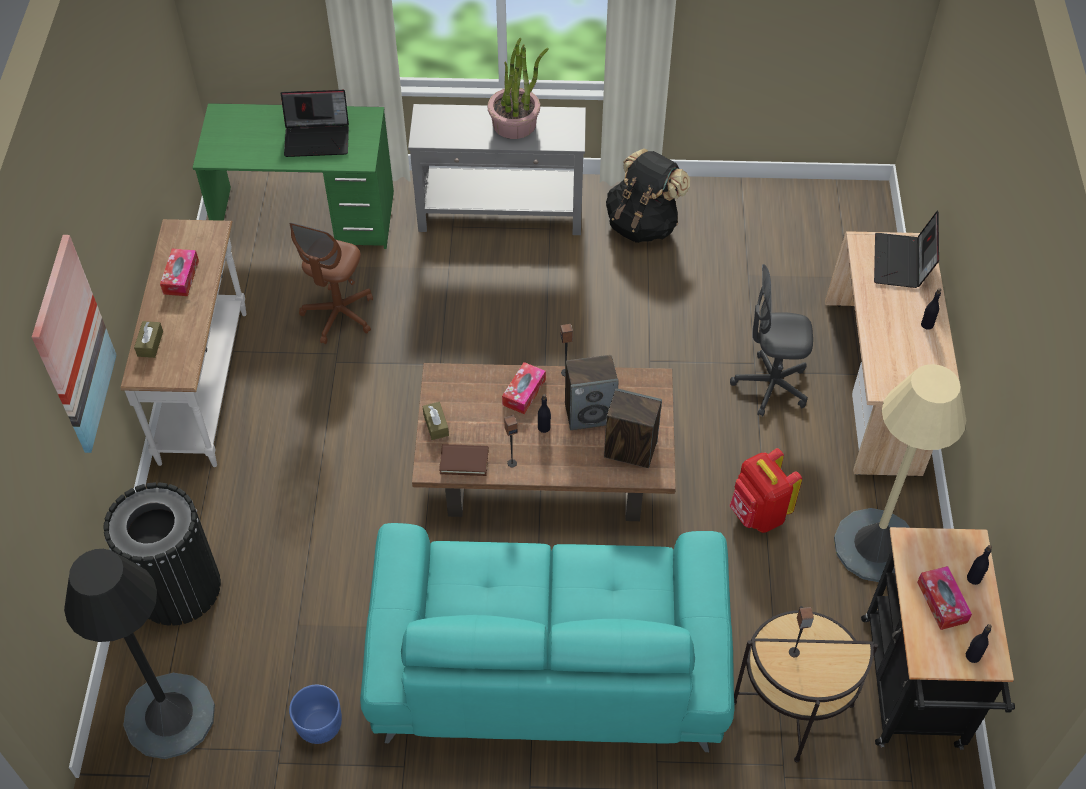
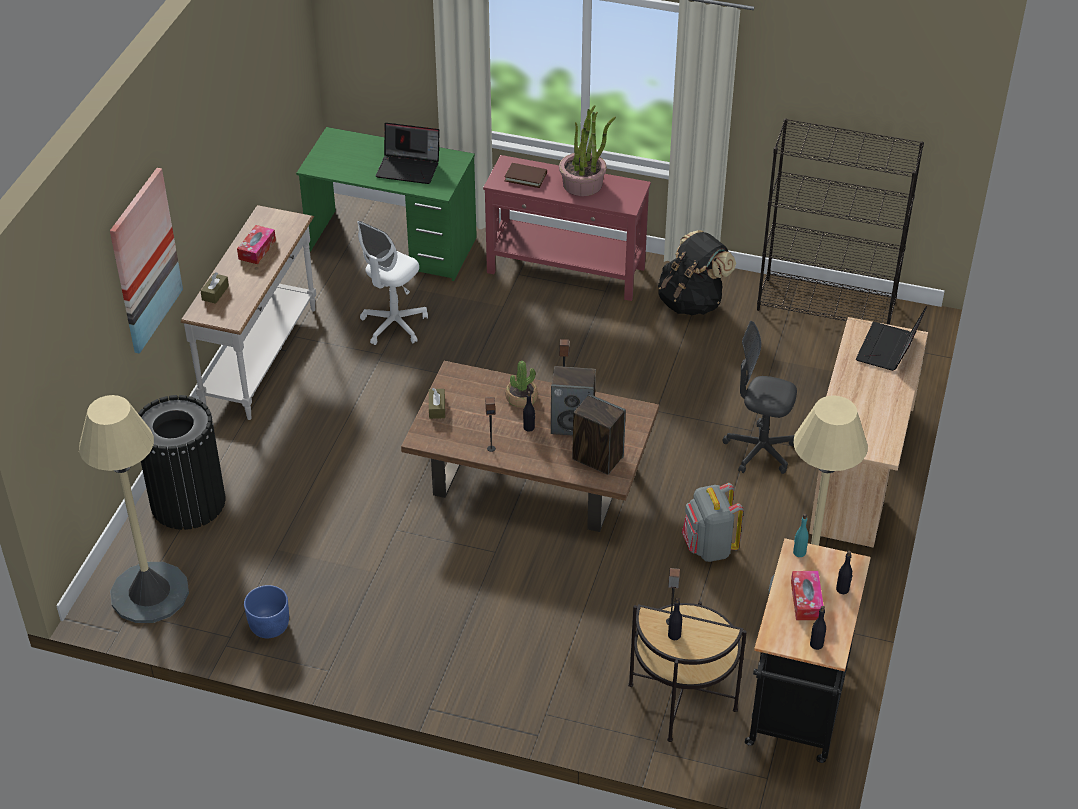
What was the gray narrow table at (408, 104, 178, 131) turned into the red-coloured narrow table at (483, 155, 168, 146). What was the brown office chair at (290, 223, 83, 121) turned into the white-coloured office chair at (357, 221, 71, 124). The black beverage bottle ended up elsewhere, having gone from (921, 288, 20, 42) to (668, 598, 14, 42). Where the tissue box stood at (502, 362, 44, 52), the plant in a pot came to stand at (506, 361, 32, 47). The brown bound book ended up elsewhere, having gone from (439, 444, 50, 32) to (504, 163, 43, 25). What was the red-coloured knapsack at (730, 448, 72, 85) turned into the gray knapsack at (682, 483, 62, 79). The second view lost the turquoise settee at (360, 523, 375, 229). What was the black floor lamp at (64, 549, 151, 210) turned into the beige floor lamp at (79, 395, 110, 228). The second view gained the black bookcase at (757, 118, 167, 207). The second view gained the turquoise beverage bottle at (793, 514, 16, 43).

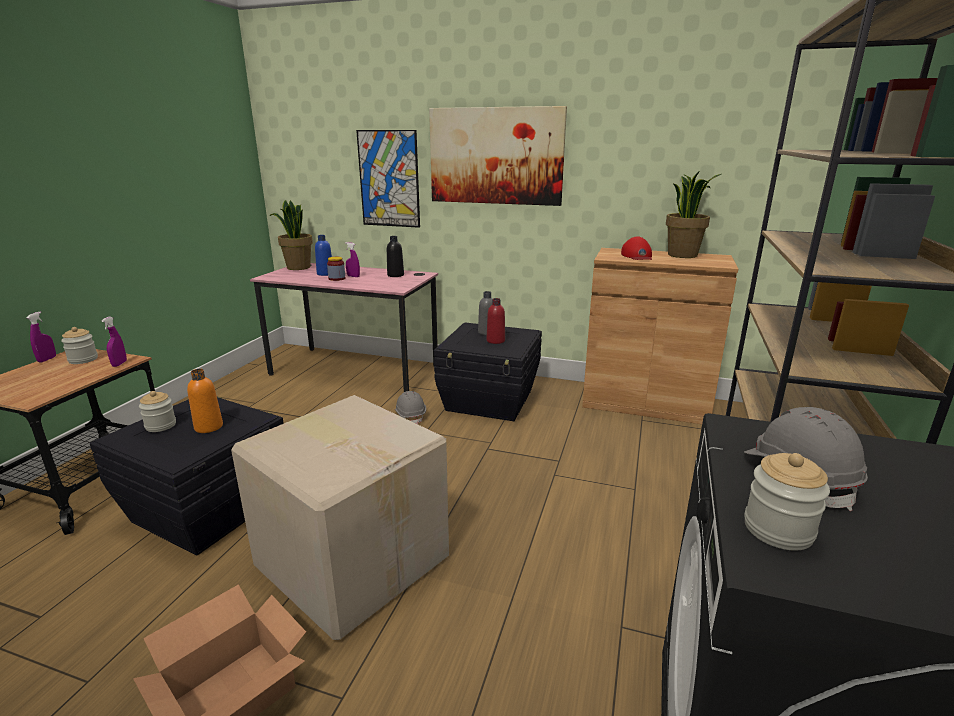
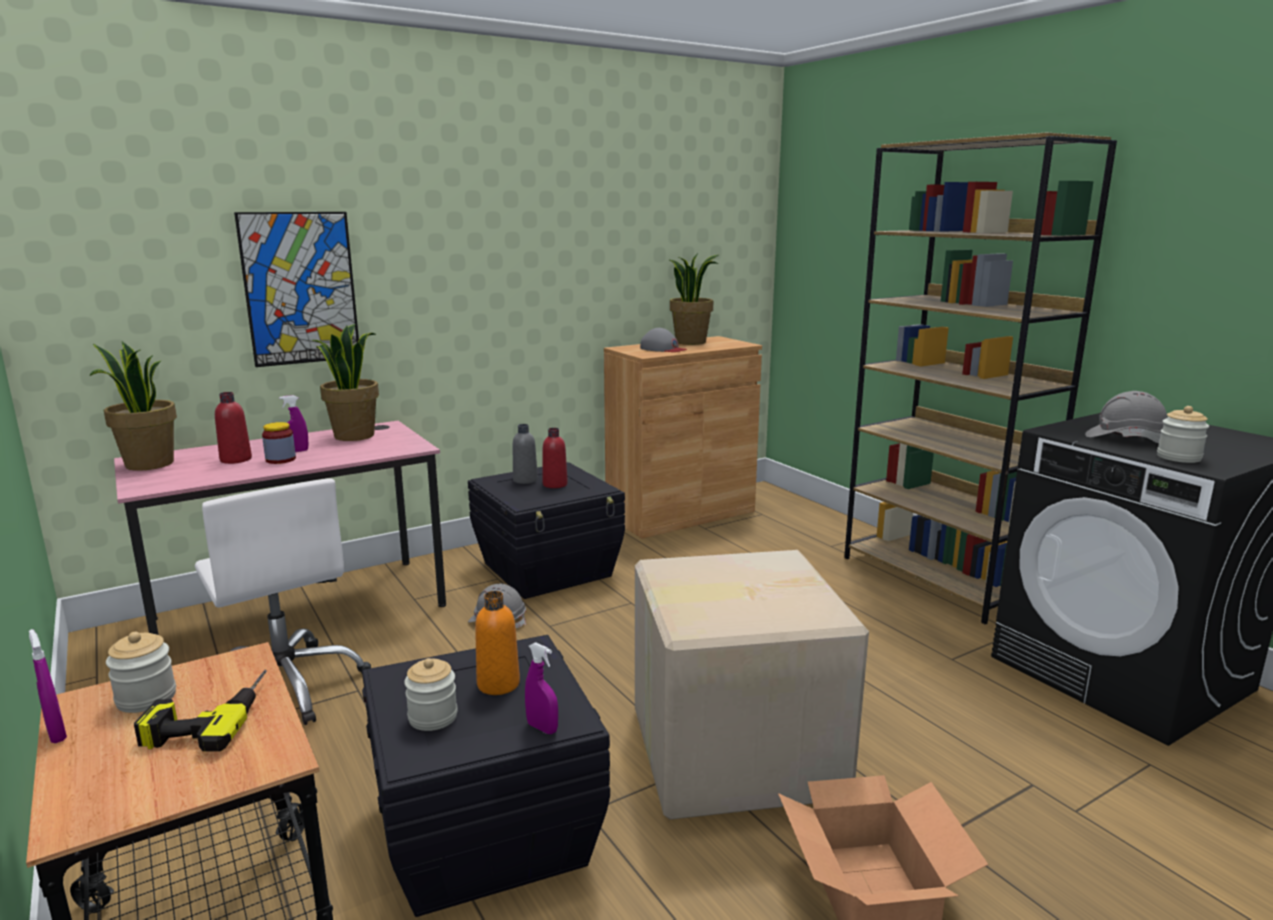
The second view lost the picture at (429, 106, 138, 100). What was the blue-coloured beverage bottle at (315, 235, 17, 41) turned into the red-coloured beverage bottle at (215, 392, 37, 72). Where the black beverage bottle stood at (387, 236, 17, 41), the plant in a pot came to stand at (313, 324, 66, 117). What was the red-coloured cap at (621, 236, 31, 24) turned into the gray cap at (640, 328, 47, 24). The purplish hand sprayer ended up elsewhere, having gone from (102, 316, 25, 51) to (525, 642, 33, 92). The second view gained the white-coloured office chair at (195, 478, 176, 247). The second view gained the electric drill at (134, 670, 133, 82).

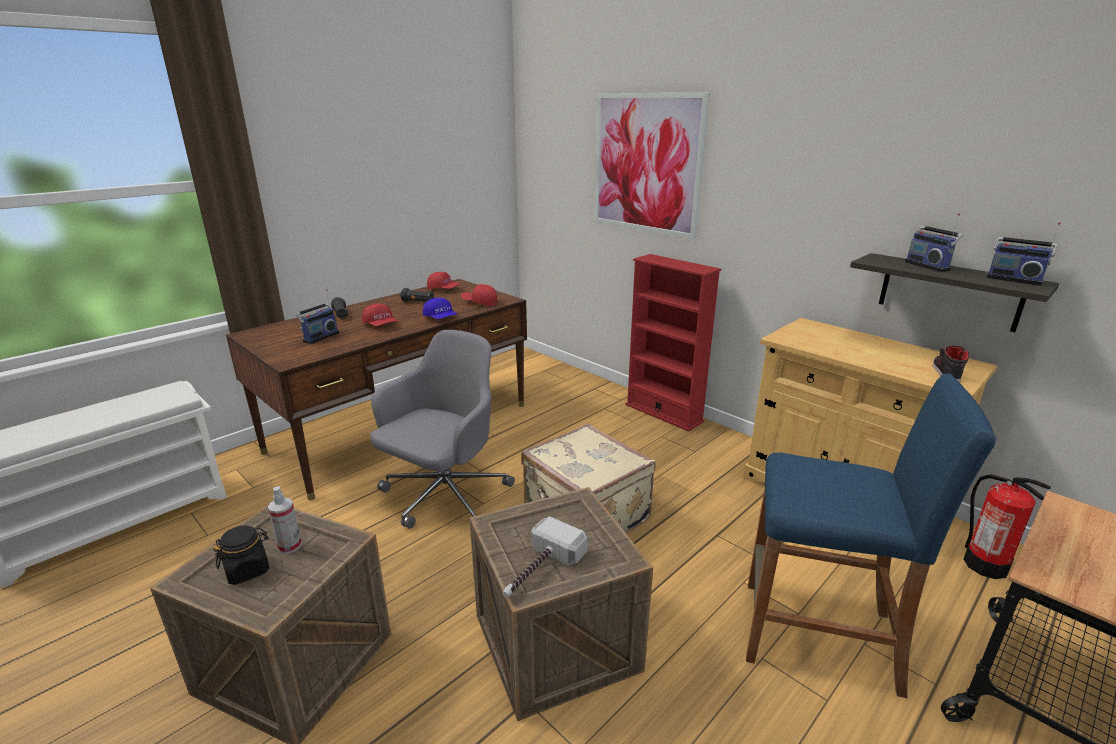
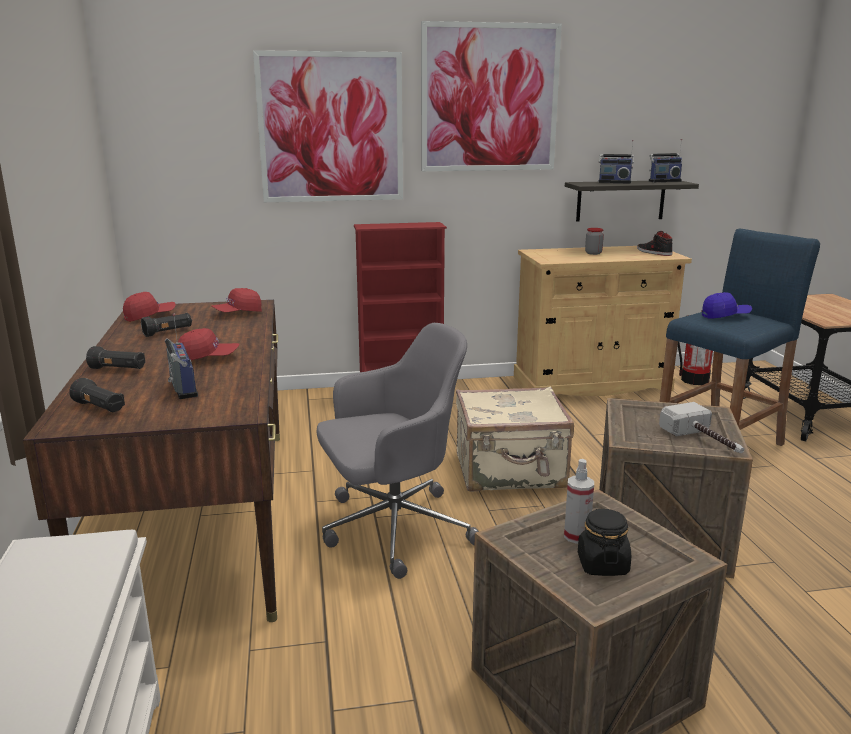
The blue-coloured cap ended up elsewhere, having gone from (423, 298, 35, 21) to (702, 292, 50, 27). The gray office chair at (370, 330, 145, 199) ended up facing another way, 90 degrees clockwise from before. The second view gained the picture at (421, 21, 141, 150). The second view gained the jar at (585, 228, 19, 27). The second view gained the black torch at (69, 378, 56, 34).

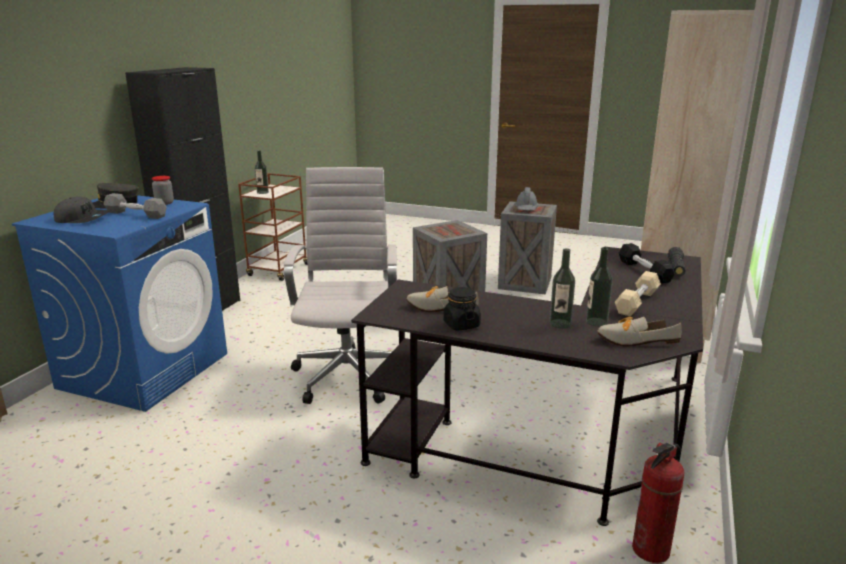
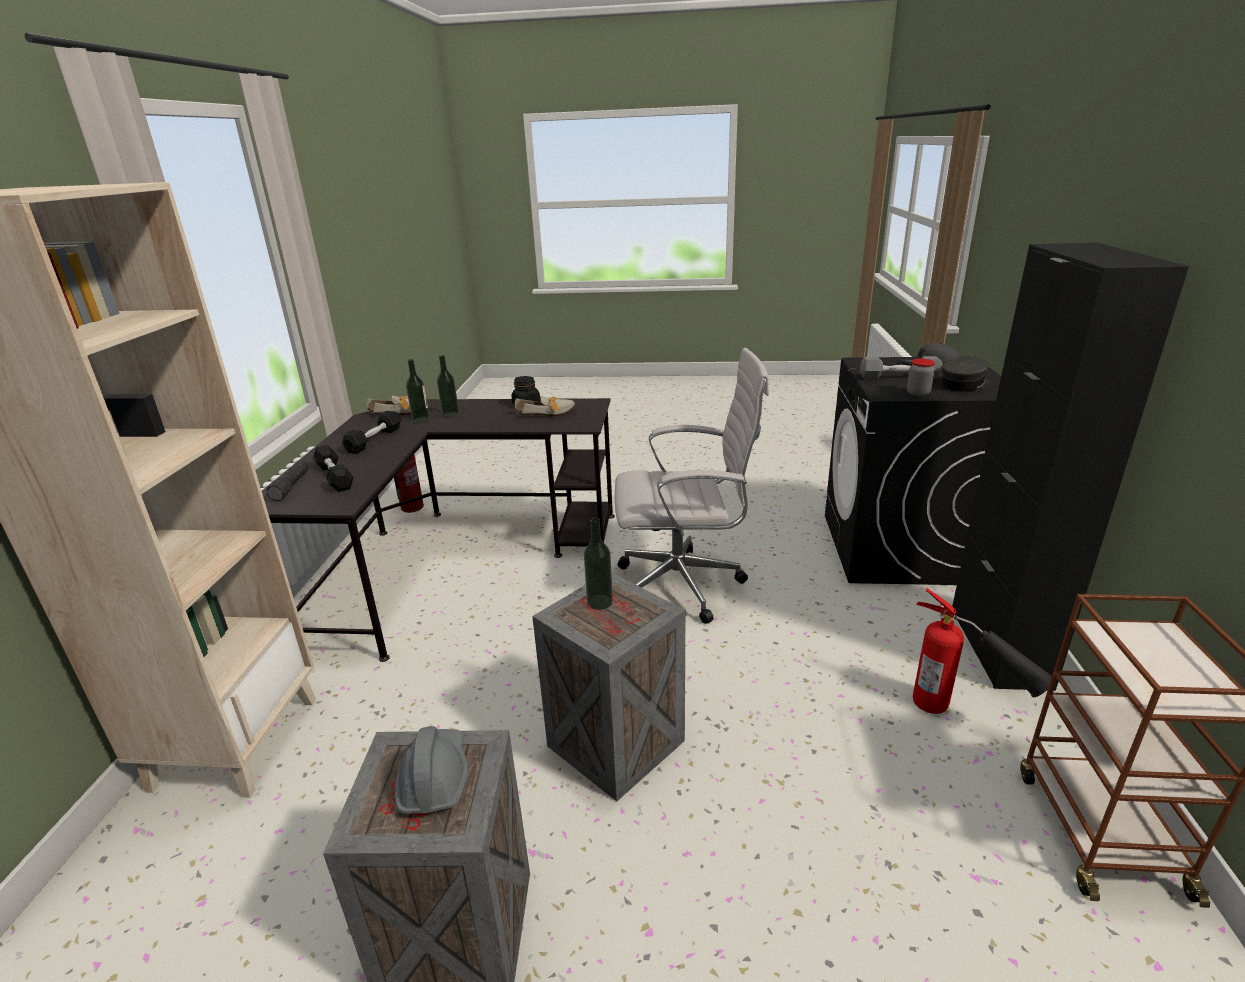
The beverage bottle ended up elsewhere, having gone from (255, 150, 14, 44) to (584, 518, 29, 92). The white-coloured office chair at (284, 167, 113, 237) ended up facing another way, 75 degrees counterclockwise from before. What was the blue-coloured washing machine at (12, 195, 215, 217) turned into the black washing machine at (825, 356, 176, 229). What was the beige hand weight at (615, 271, 46, 45) turned into the black hand weight at (342, 411, 59, 43). The second view gained the fire-fighting cylinder at (913, 588, 139, 126).

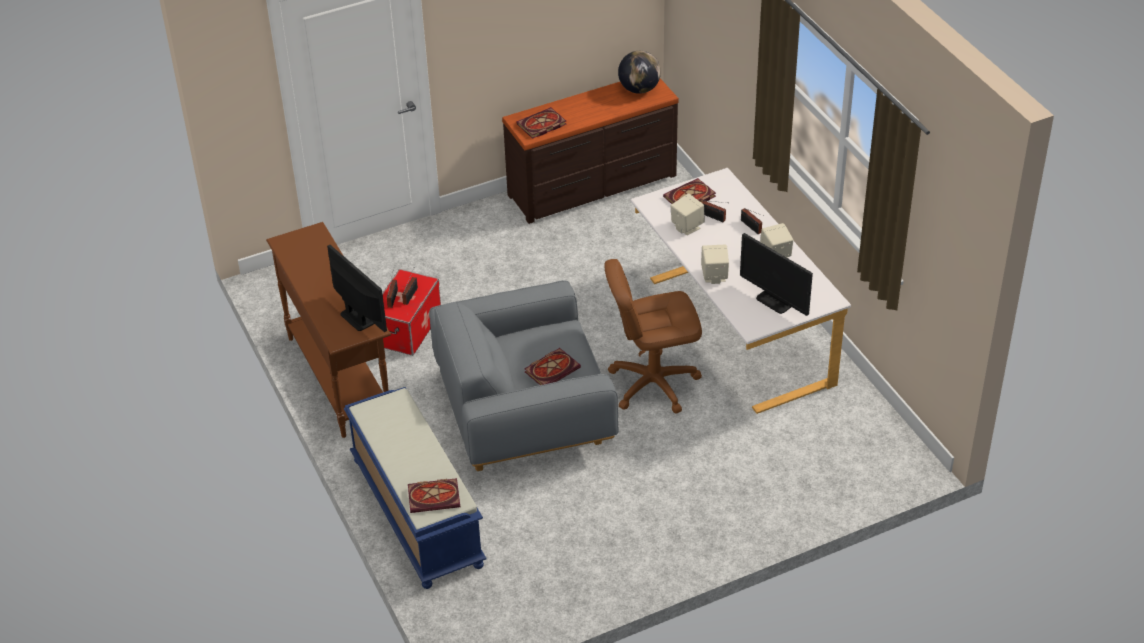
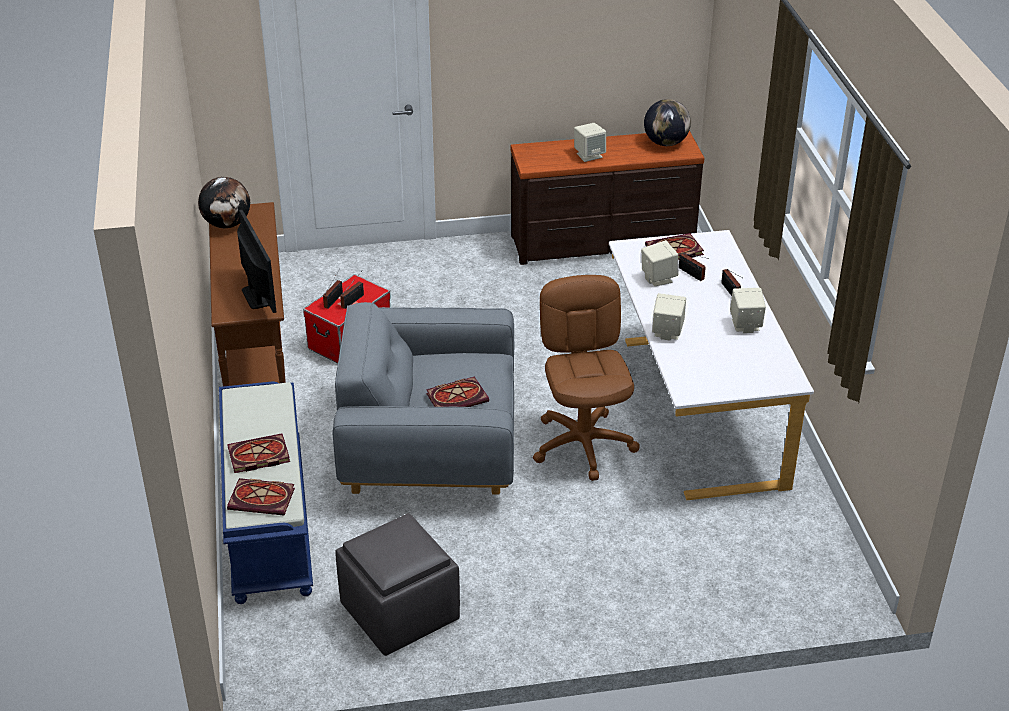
The bound book ended up elsewhere, having gone from (516, 107, 50, 32) to (227, 433, 63, 40). The second view lost the monitor at (740, 233, 73, 83). The brown office chair at (604, 259, 98, 155) ended up facing another way, 75 degrees clockwise from before. The second view gained the beige audio speaker at (574, 123, 32, 39). The second view gained the globe at (198, 177, 52, 51). The second view gained the gray footrest at (335, 513, 125, 143).

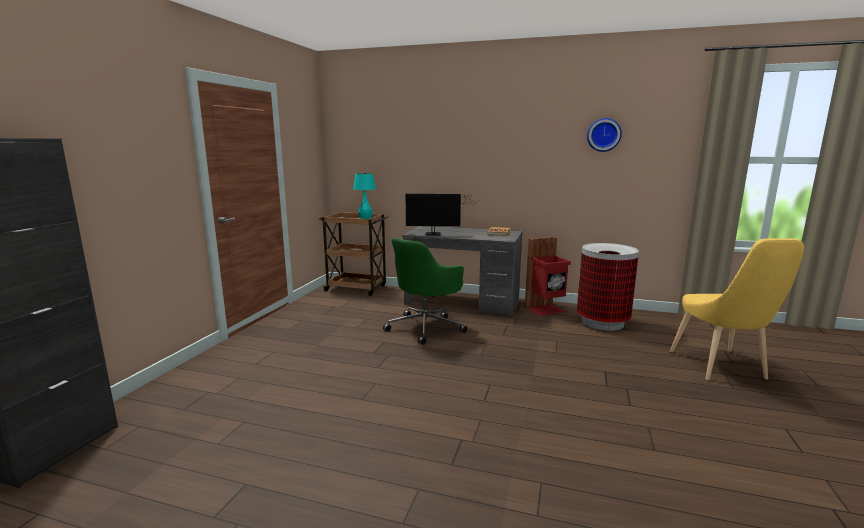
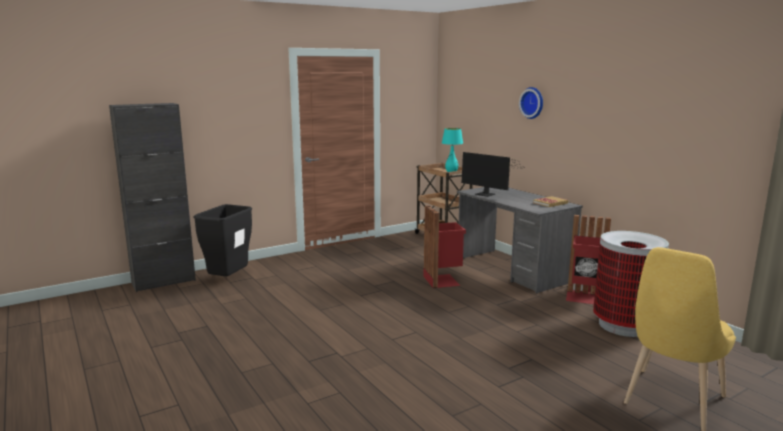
The hanging clock ended up elsewhere, having gone from (587, 118, 35, 34) to (519, 87, 24, 32). Where the green-coloured office chair stood at (383, 238, 84, 107), the red-coloured waste bin came to stand at (423, 205, 43, 83). The second view gained the black waste bin at (193, 204, 59, 72).

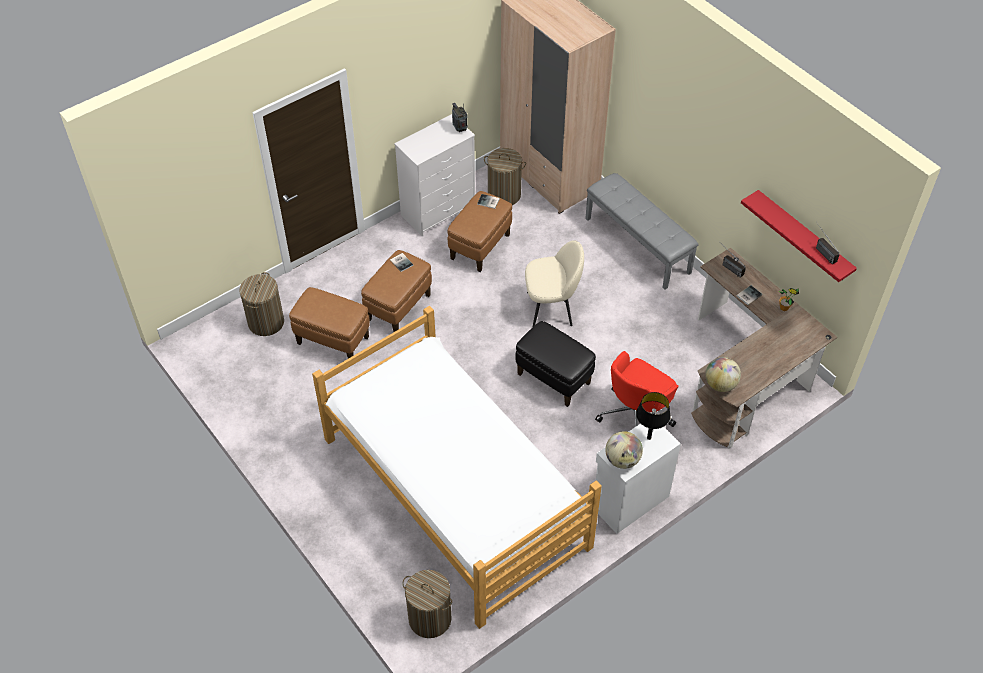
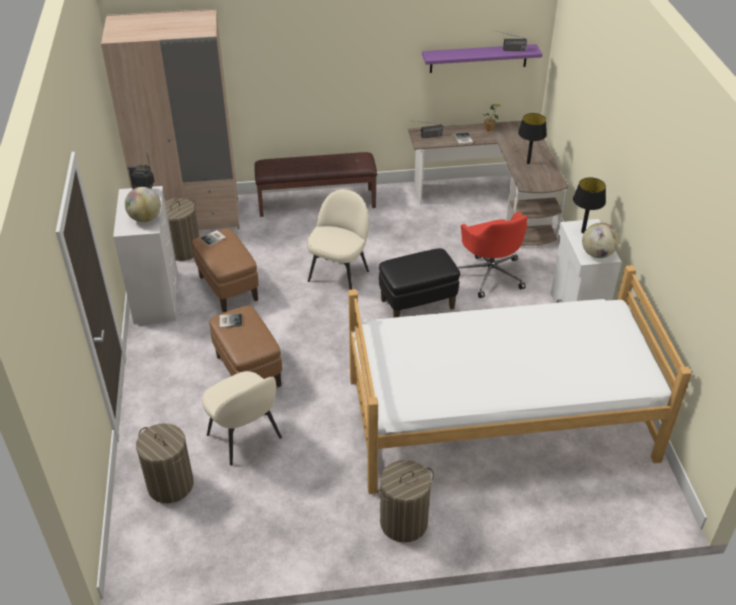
What was the gray indoor bench at (585, 173, 114, 117) turned into the brown indoor bench at (254, 152, 123, 65). What was the red-coloured wall shelf at (741, 190, 116, 92) turned into the purplish wall shelf at (422, 44, 120, 29). Where the brown footrest stood at (289, 287, 81, 72), the beige upright chair came to stand at (202, 371, 80, 95). The globe ended up elsewhere, having gone from (705, 357, 36, 35) to (125, 187, 36, 35). The washing basket ended up elsewhere, having gone from (402, 570, 50, 68) to (377, 460, 57, 82). The second view gained the black table lamp at (518, 113, 29, 51).

